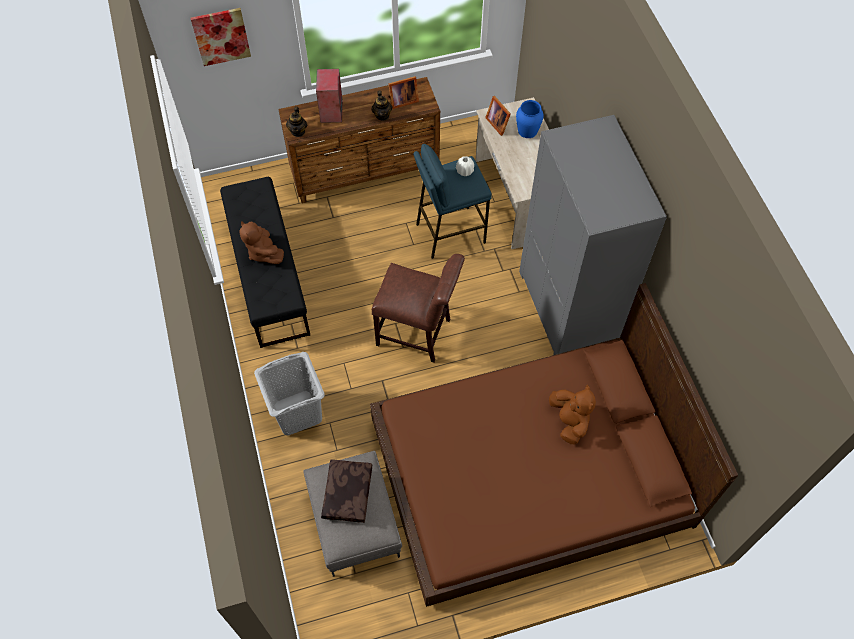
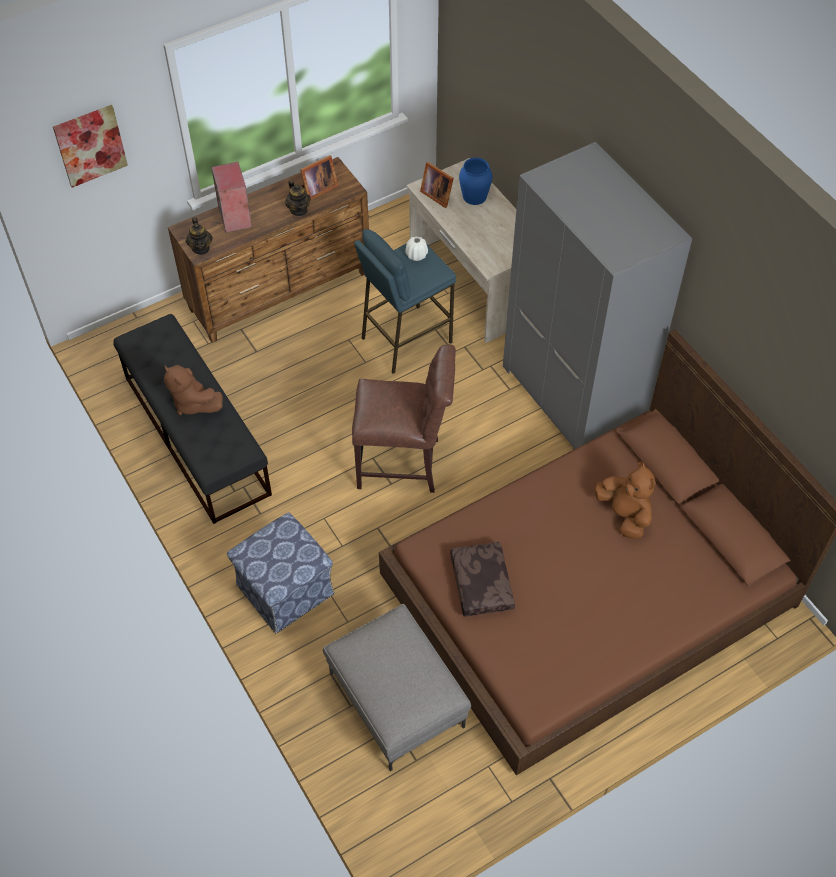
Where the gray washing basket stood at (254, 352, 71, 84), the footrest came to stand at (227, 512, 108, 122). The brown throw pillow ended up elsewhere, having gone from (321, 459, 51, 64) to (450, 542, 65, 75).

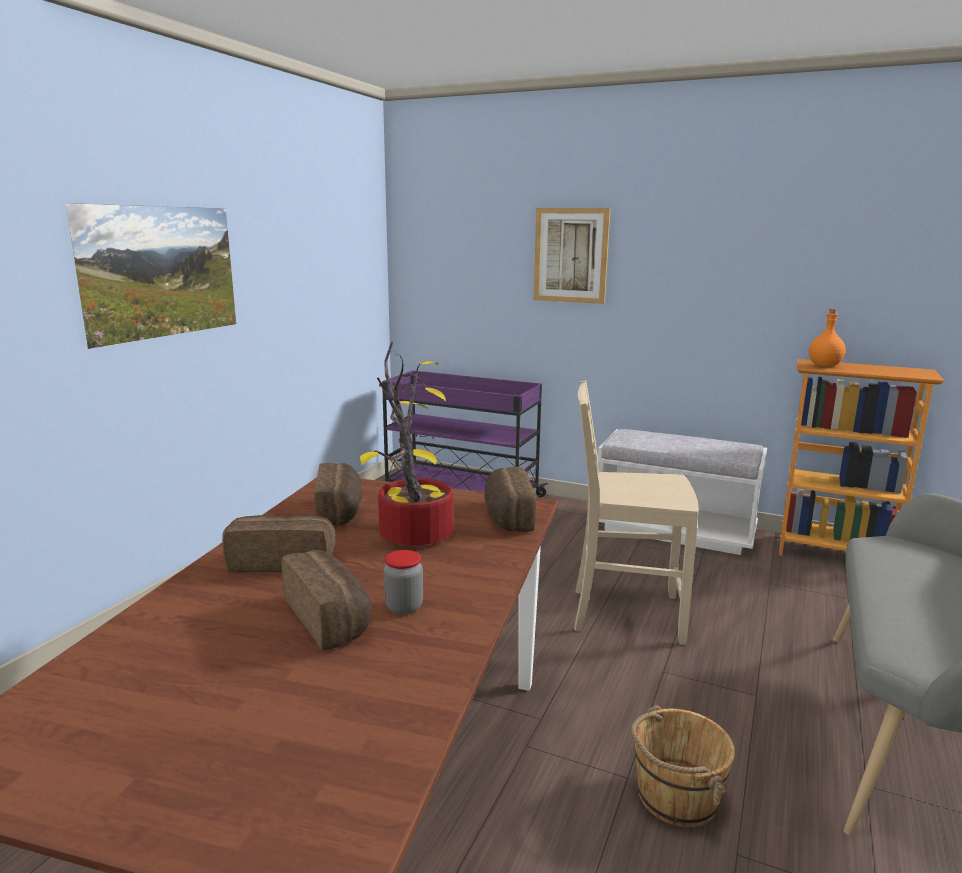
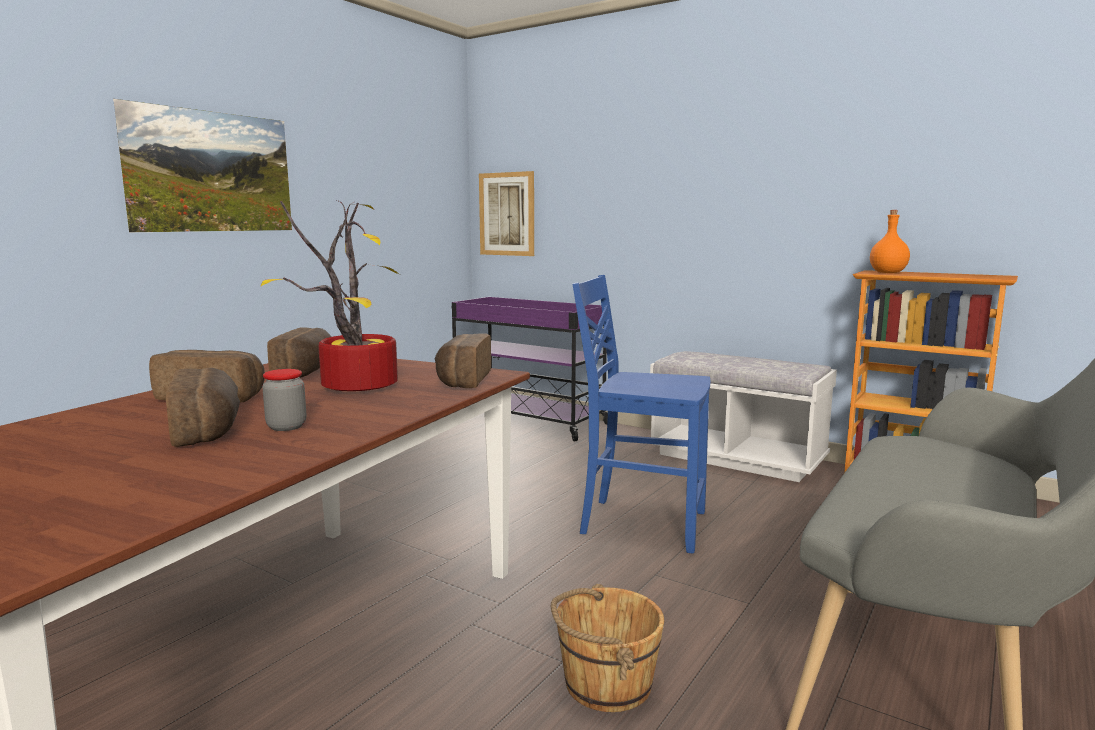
The picture ended up elsewhere, having gone from (534, 208, 77, 96) to (479, 171, 55, 85). What was the beige upright chair at (574, 381, 125, 264) turned into the blue-coloured upright chair at (573, 275, 137, 278).

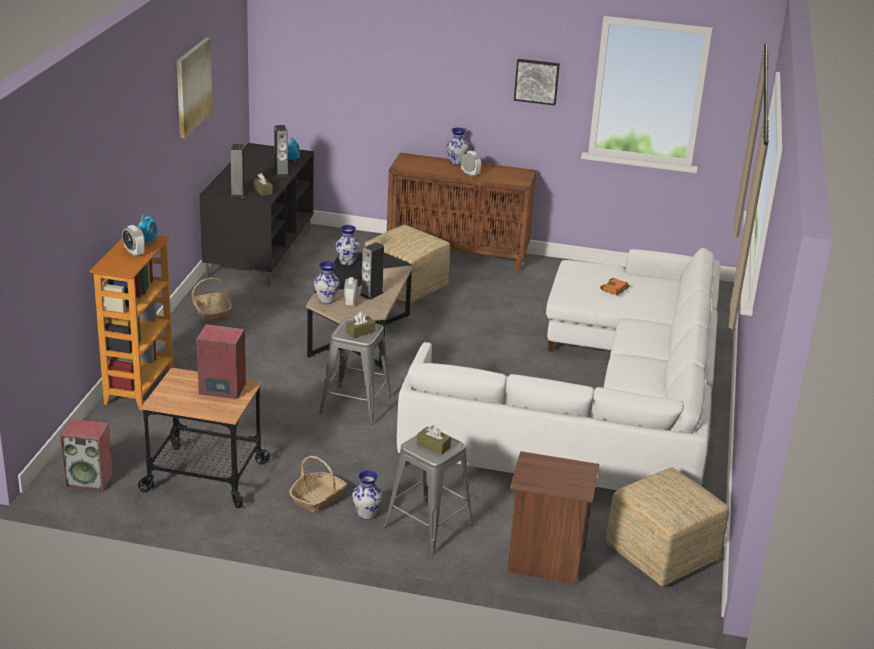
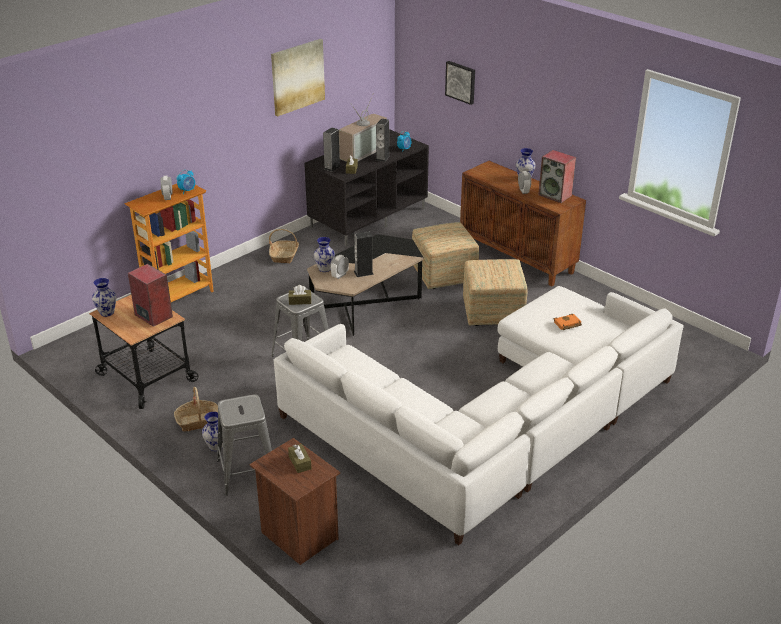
The picture ended up elsewhere, having gone from (514, 59, 46, 46) to (445, 61, 30, 44). The flower vase ended up elsewhere, having gone from (336, 225, 24, 41) to (92, 278, 24, 39). The audio speaker ended up elsewhere, having gone from (60, 419, 53, 73) to (538, 150, 38, 53). The brown tissue box ended up elsewhere, having gone from (417, 425, 34, 30) to (288, 444, 23, 29). The footrest ended up elsewhere, having gone from (606, 468, 123, 118) to (463, 259, 64, 67). The second view gained the TV set at (339, 95, 48, 67).

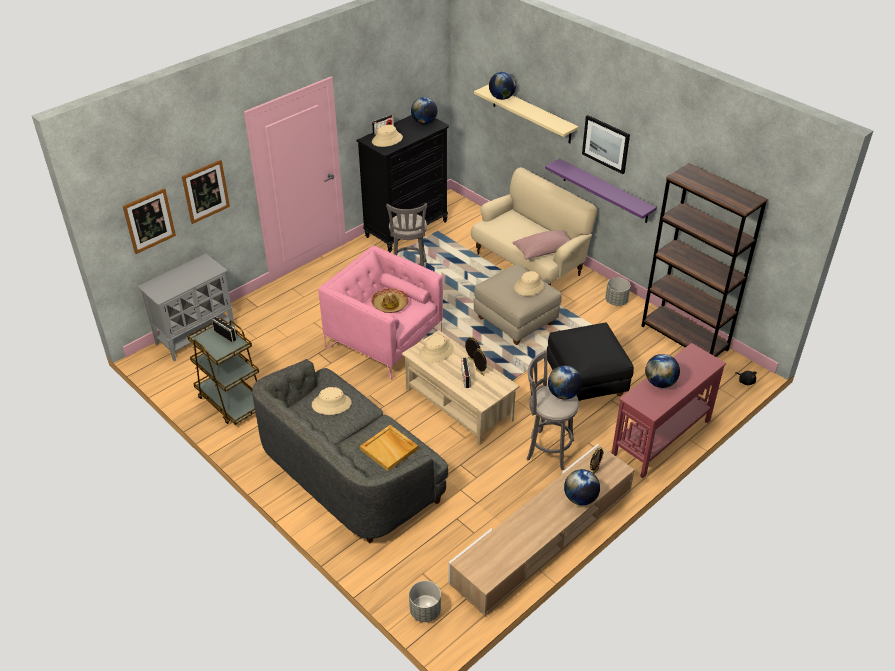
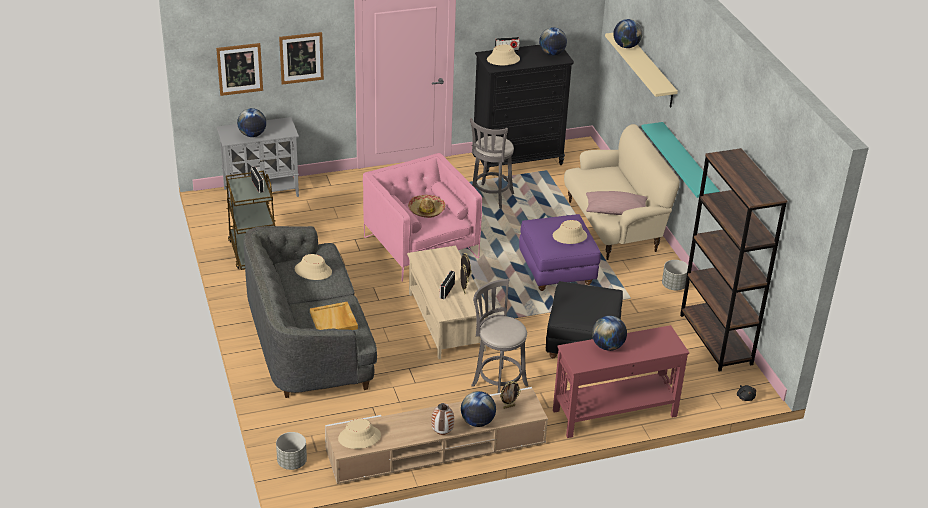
The second view lost the picture at (582, 115, 48, 59). What was the purplish wall shelf at (545, 158, 112, 65) turned into the turquoise wall shelf at (641, 122, 79, 76). What was the beige footrest at (474, 264, 88, 81) turned into the purplish footrest at (519, 214, 82, 77). The beige wearable hat ended up elsewhere, having gone from (419, 335, 35, 28) to (338, 419, 43, 30). The globe ended up elsewhere, having gone from (548, 365, 34, 35) to (237, 108, 29, 29). The second view gained the flower vase at (431, 403, 23, 32).

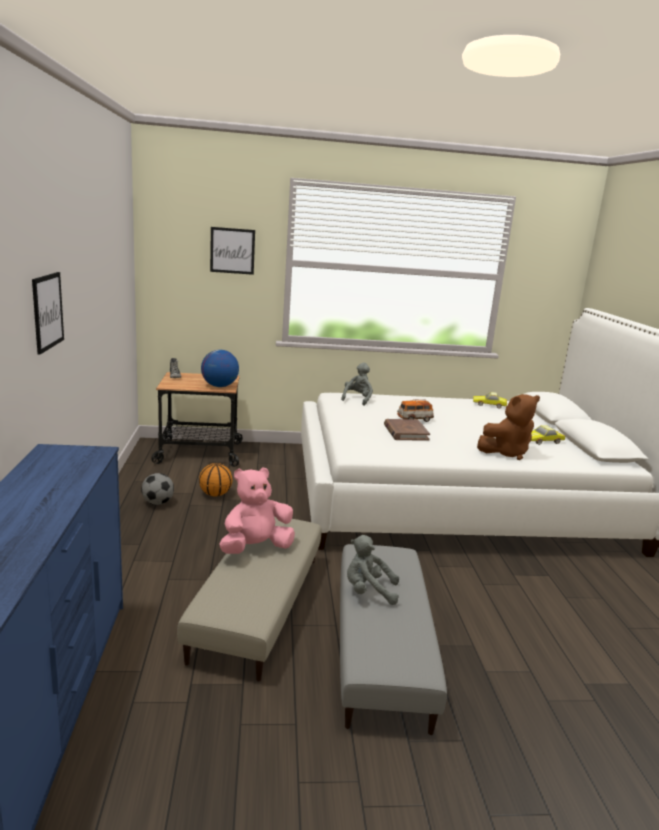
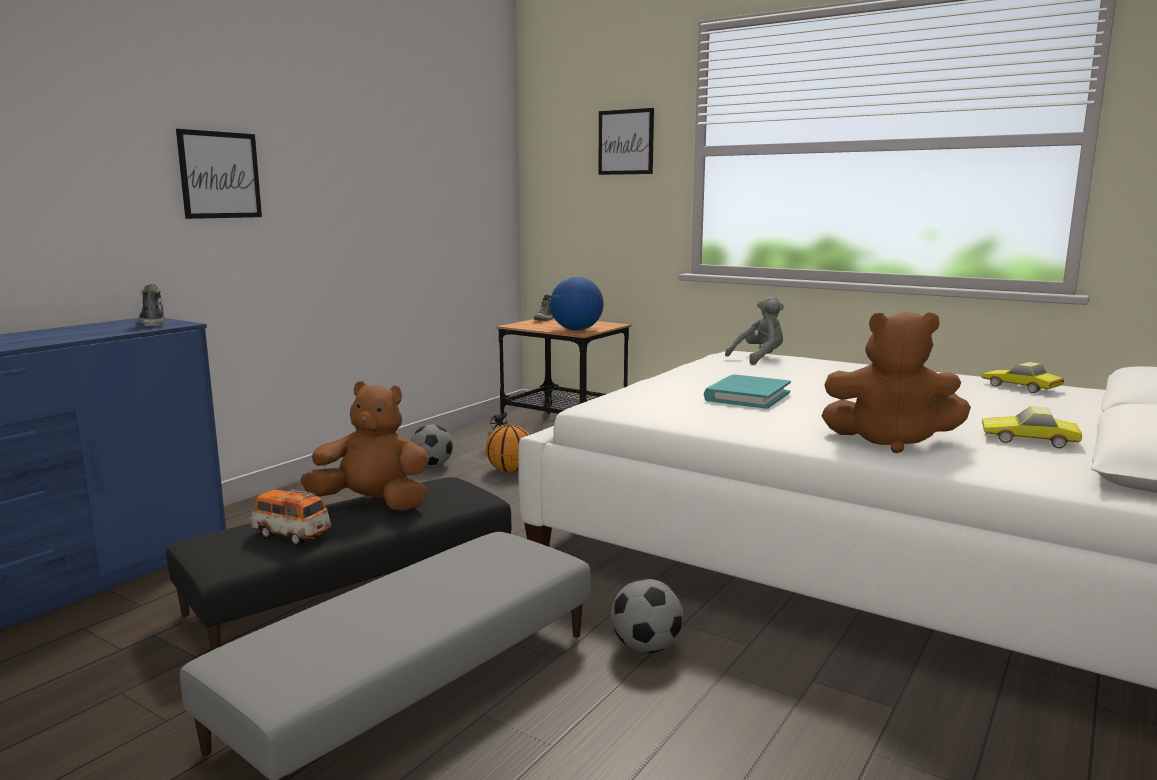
The model car ended up elsewhere, having gone from (397, 399, 37, 23) to (250, 490, 81, 56). What was the brown bound book at (384, 419, 46, 22) turned into the turquoise bound book at (704, 375, 87, 34). What was the pink-coloured cuddly toy at (220, 467, 75, 87) turned into the brown cuddly toy at (300, 381, 129, 129). What was the beige footrest at (177, 516, 145, 165) turned into the black footrest at (166, 477, 345, 174). The second view lost the gray cuddly toy at (347, 535, 52, 70). The second view gained the low shoe at (138, 284, 27, 42). The second view gained the ball for football at (611, 579, 72, 74).

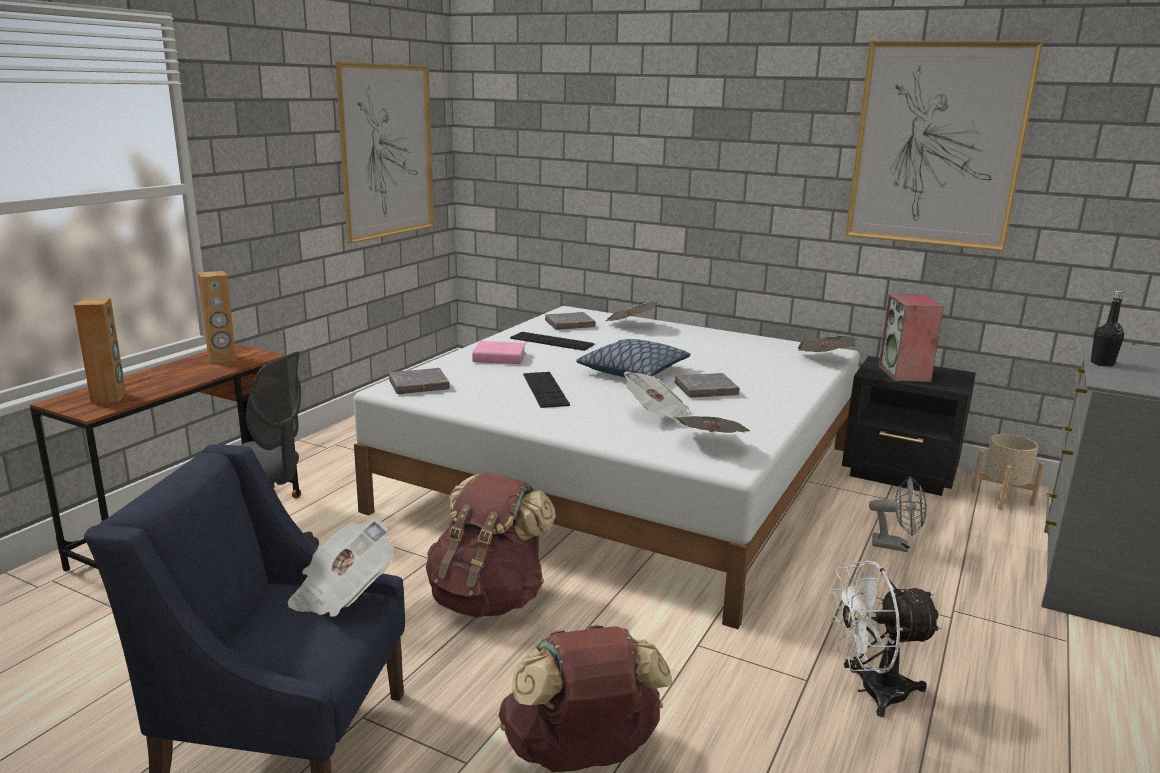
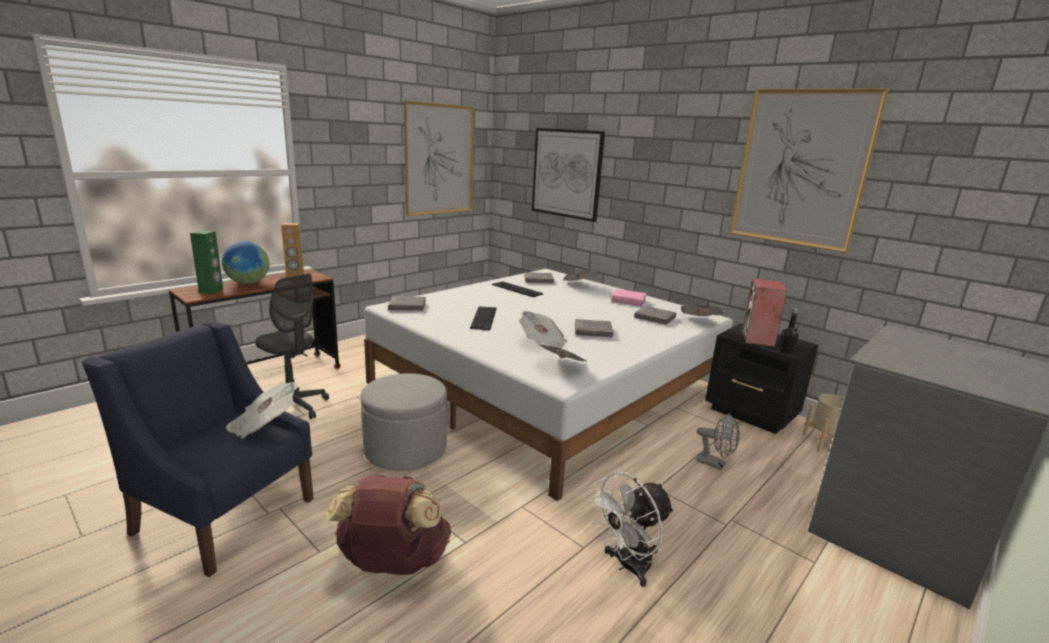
The black beverage bottle ended up elsewhere, having gone from (1091, 291, 33, 76) to (779, 308, 19, 46). What was the brown audio speaker at (74, 298, 52, 106) turned into the green-coloured audio speaker at (190, 230, 33, 64). The second view lost the throw pillow at (576, 339, 114, 38). The pink-coloured bound book ended up elsewhere, having gone from (472, 341, 54, 23) to (611, 289, 36, 17). Where the brown knapsack stood at (426, 472, 130, 146), the gray footrest came to stand at (360, 373, 87, 98). The white-coloured cooling fan at (830, 560, 112, 157) ended up facing another way, 45 degrees counterclockwise from before. The second view gained the picture at (532, 128, 73, 94). The second view gained the globe at (222, 241, 47, 43). The second view gained the gray bound book at (634, 306, 42, 19).

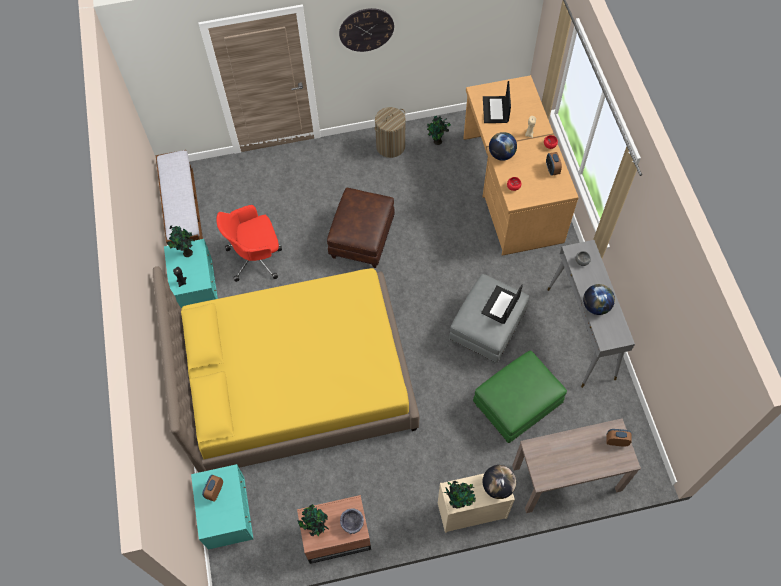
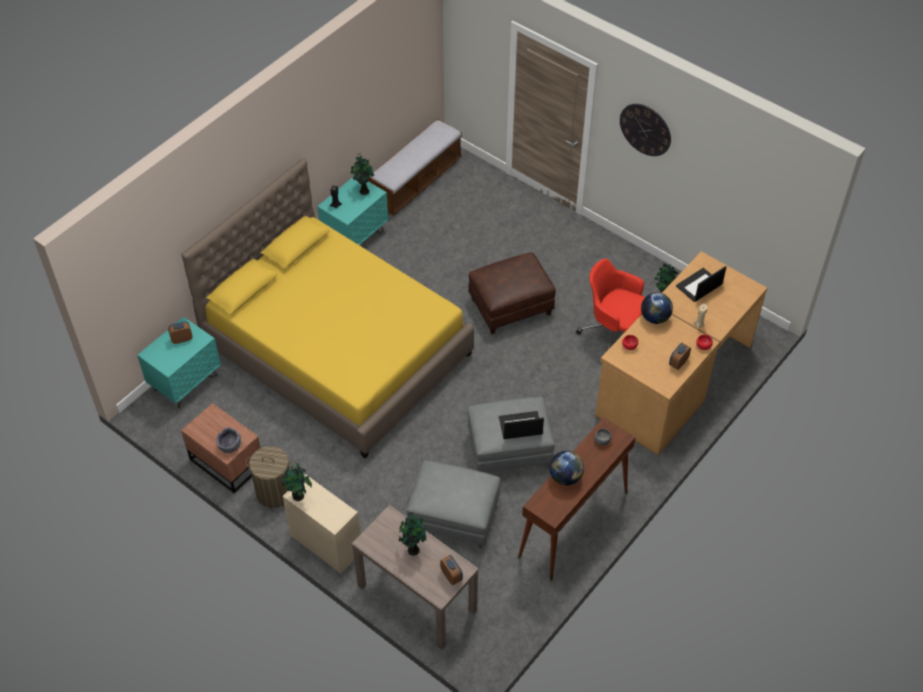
The washing basket ended up elsewhere, having gone from (374, 107, 32, 51) to (245, 446, 48, 62). The red-coloured office chair ended up elsewhere, having gone from (216, 205, 66, 77) to (576, 258, 69, 93). What was the gray narrow table at (547, 240, 88, 148) turned into the brown narrow table at (518, 417, 118, 164). What was the green-coloured footrest at (473, 350, 94, 93) turned into the gray footrest at (407, 460, 93, 89). The second view lost the globe at (483, 465, 33, 34). The plant in a pot ended up elsewhere, having gone from (297, 504, 31, 33) to (399, 512, 28, 44).

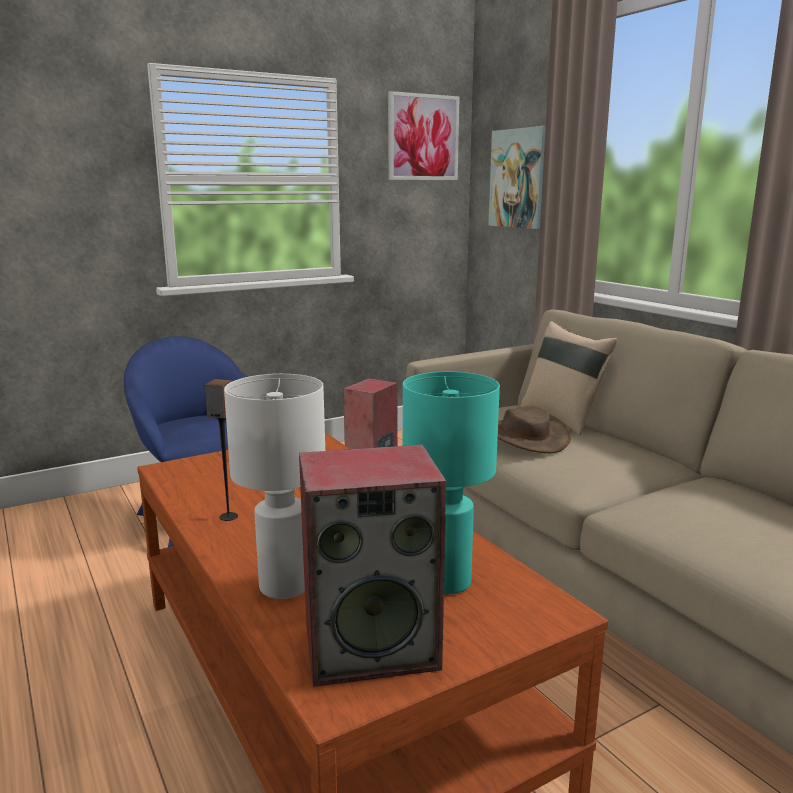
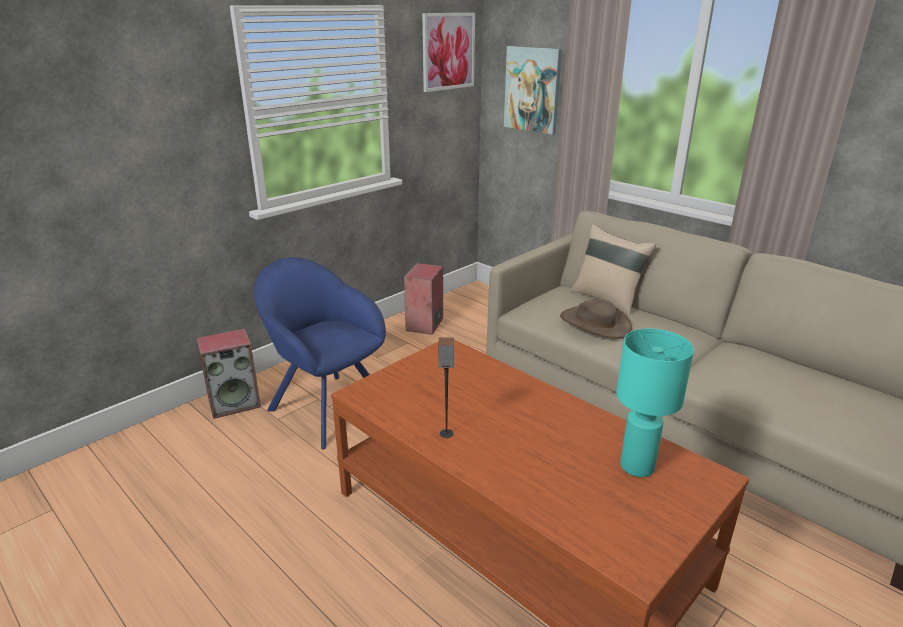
The second view lost the white-coloured table lamp at (224, 374, 101, 225). The audio speaker ended up elsewhere, having gone from (299, 444, 147, 243) to (196, 328, 65, 91).

